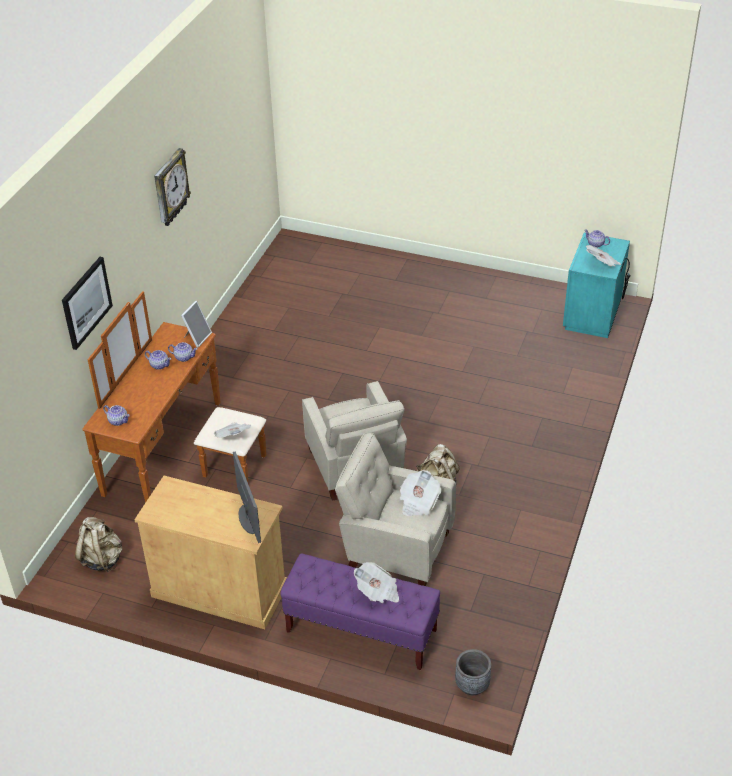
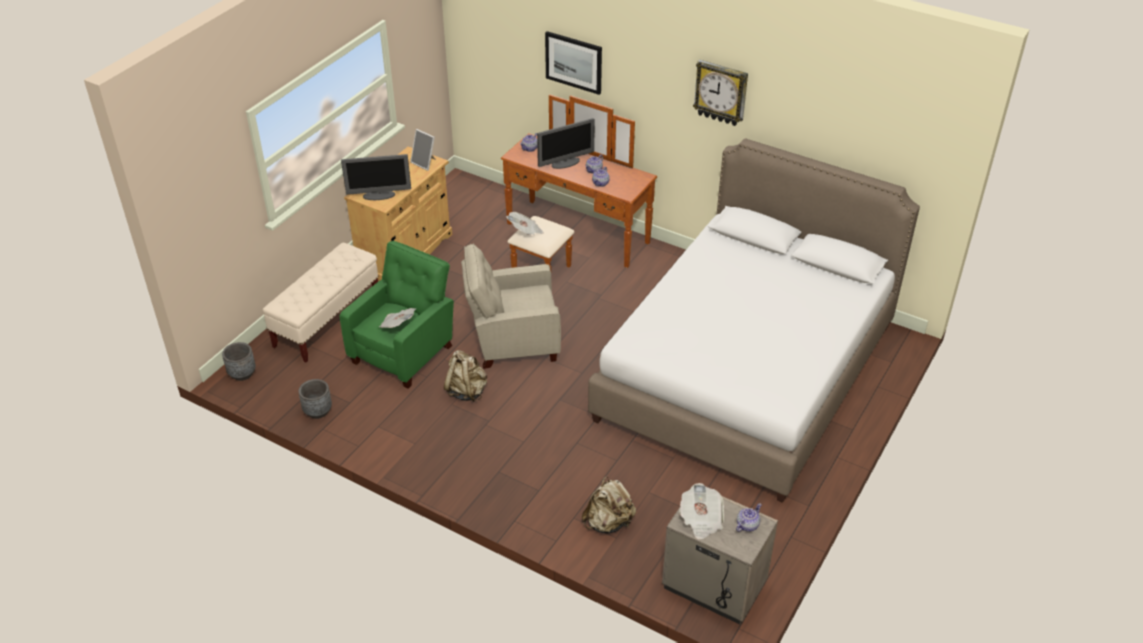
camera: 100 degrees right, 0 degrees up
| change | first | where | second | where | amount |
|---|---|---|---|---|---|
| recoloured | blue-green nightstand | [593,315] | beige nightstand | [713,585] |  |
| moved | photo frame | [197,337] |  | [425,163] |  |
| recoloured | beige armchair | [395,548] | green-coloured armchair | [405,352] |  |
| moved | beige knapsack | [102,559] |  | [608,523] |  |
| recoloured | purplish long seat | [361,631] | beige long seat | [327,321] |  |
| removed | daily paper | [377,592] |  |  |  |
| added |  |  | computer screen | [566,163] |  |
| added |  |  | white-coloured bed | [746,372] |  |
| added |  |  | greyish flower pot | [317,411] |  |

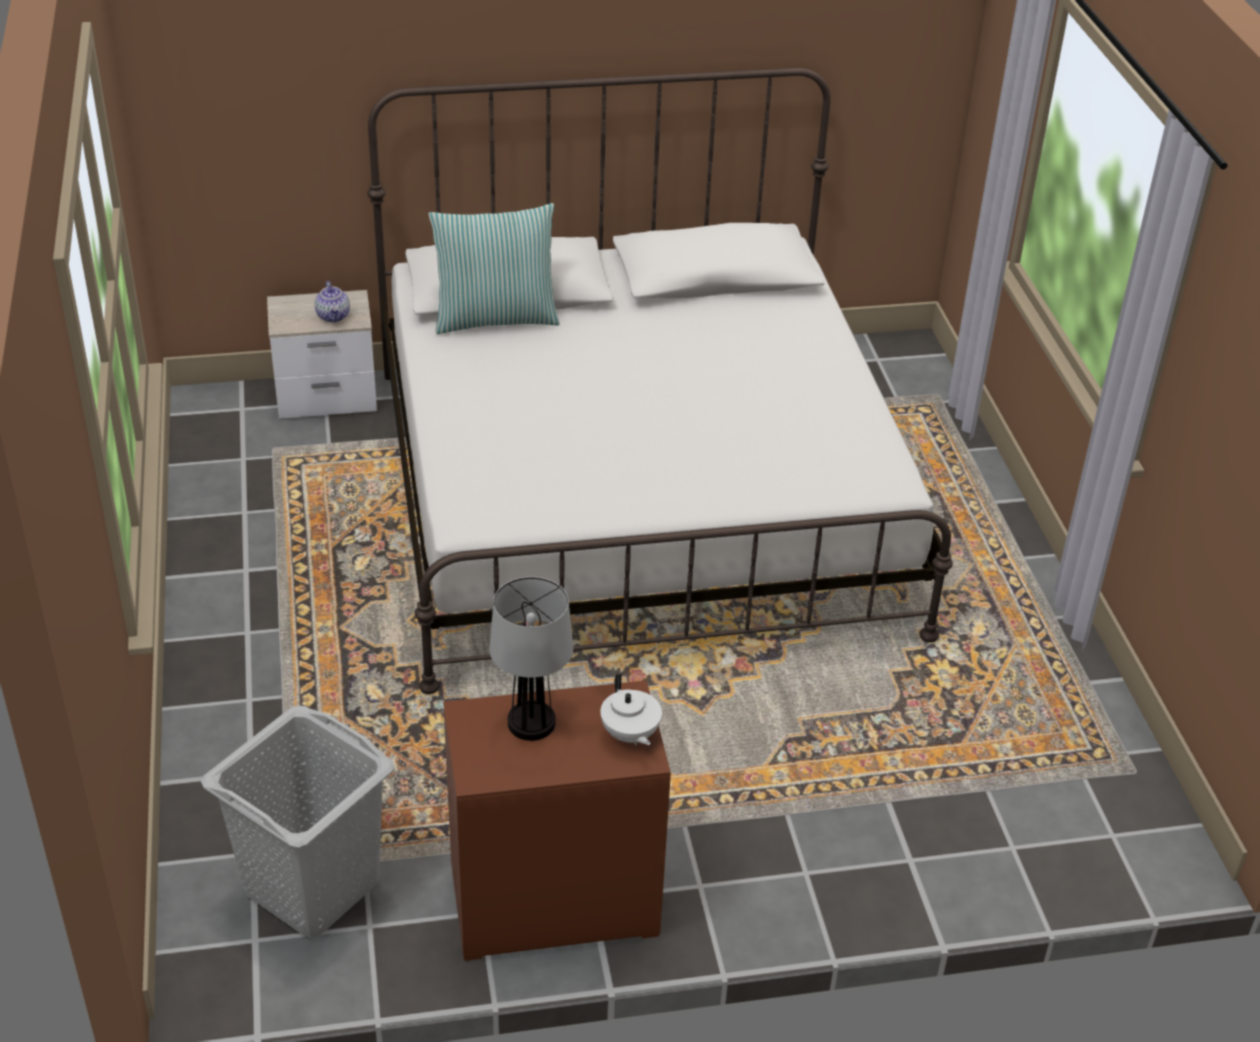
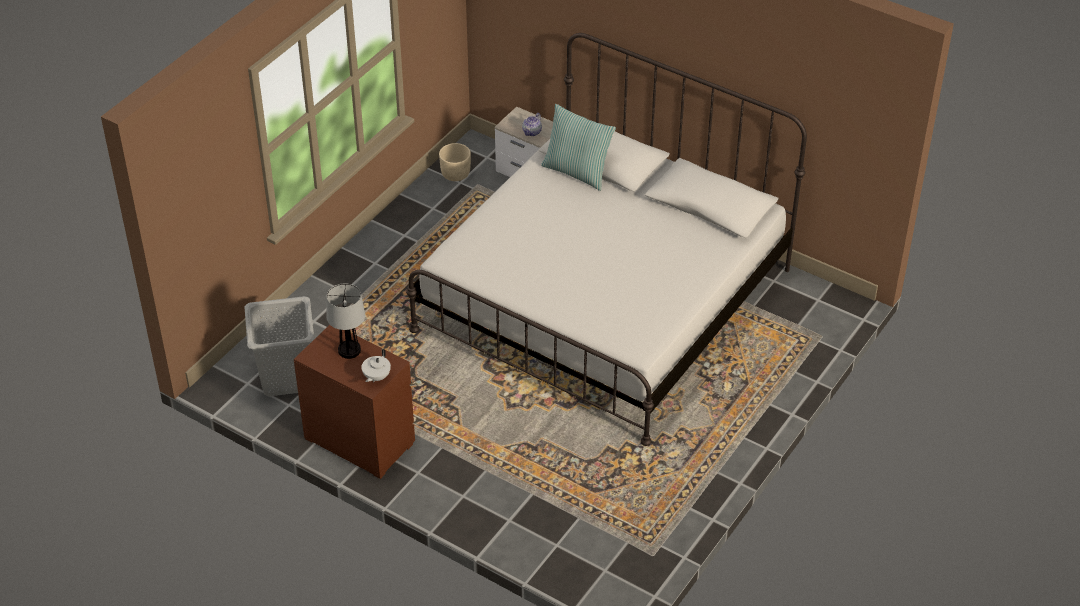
camera: 45 degrees right, 5 degrees up
| change | first | where | second | where | amount |
|---|---|---|---|---|---|
| added |  |  | beige flower pot | [455,174] |  |

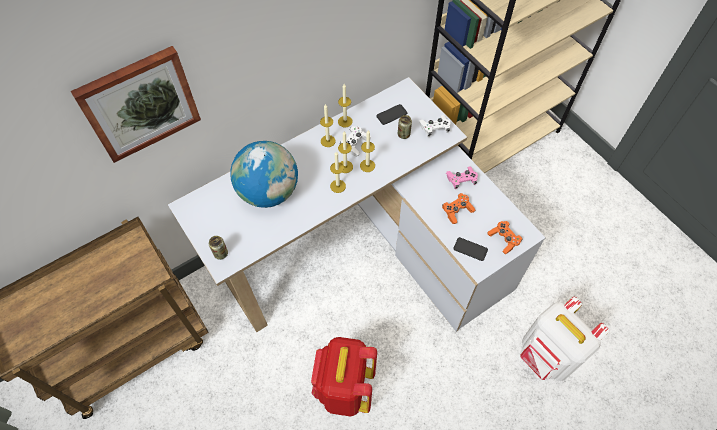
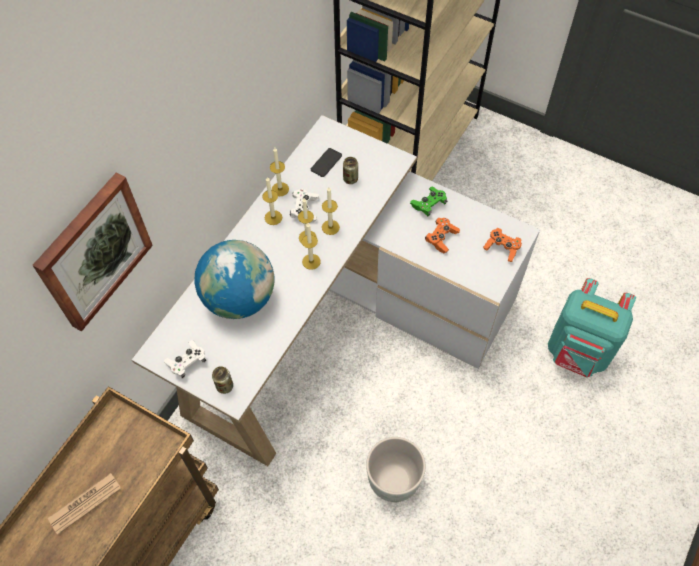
camera: 25 degrees left, 0 degrees up
| change | first | where | second | where | amount |
|---|---|---|---|---|---|
| moved | white-coloured gamepad | [434,129] |  | [187,362] |  |
| recoloured | pinkish gamepad | [461,180] | green-coloured gamepad | [429,204] |  |
| removed | telephone | [470,249] |  |  |  |
| recoloured | white-coloured knapsack | [547,356] | blue-green knapsack | [578,353] |  |
| replaced | reddish knapsack | [344,388] | greyish flower pot | [394,481] |  |
| added |  |  | daily paper | [85,503] |  |

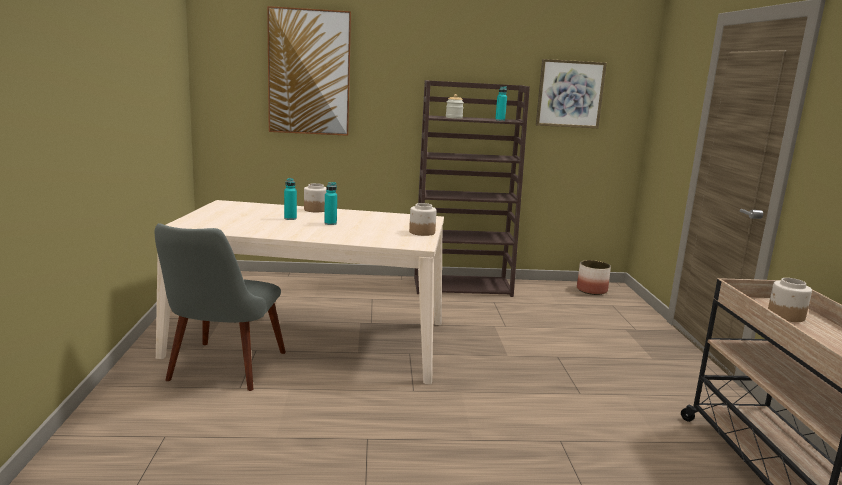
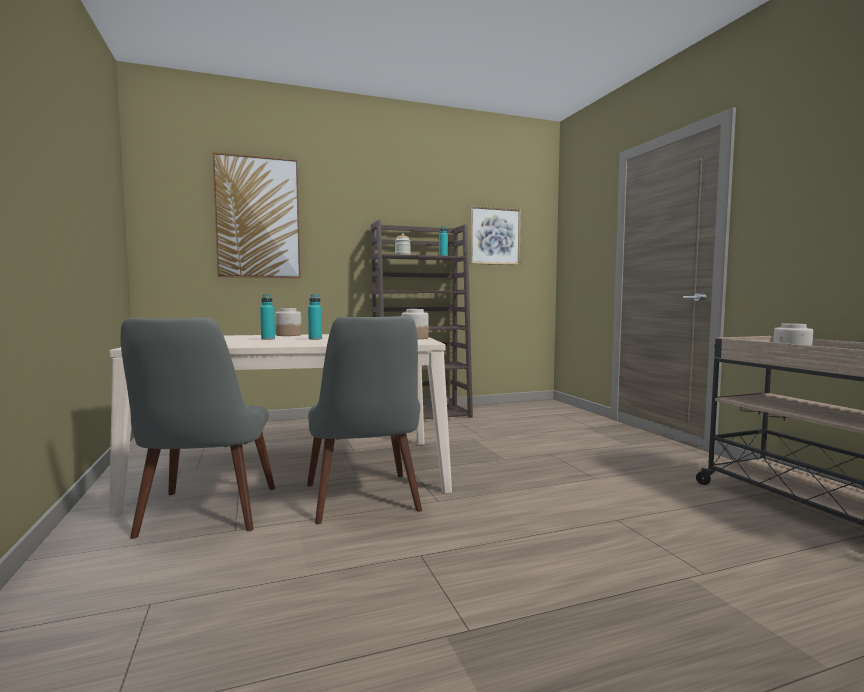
camera: 15 degrees left, 10 degrees down
| change | first | where | second | where | amount |
|---|---|---|---|---|---|
| removed | flower pot | [591,290] |  |  |  |
| added |  |  | greyish plain chair | [365,503] |  |

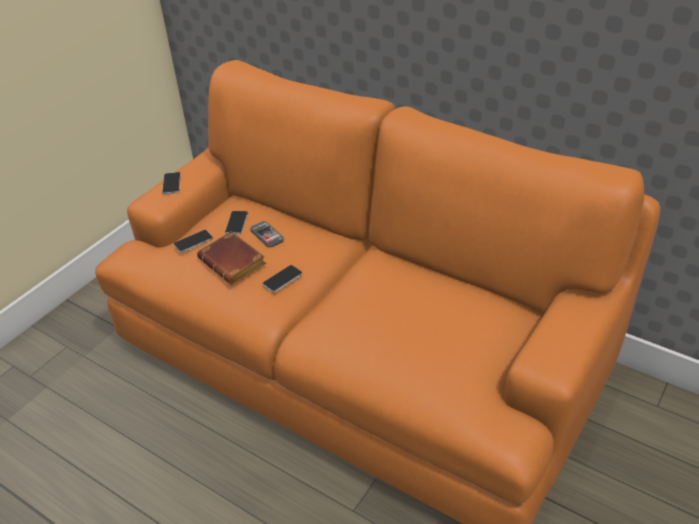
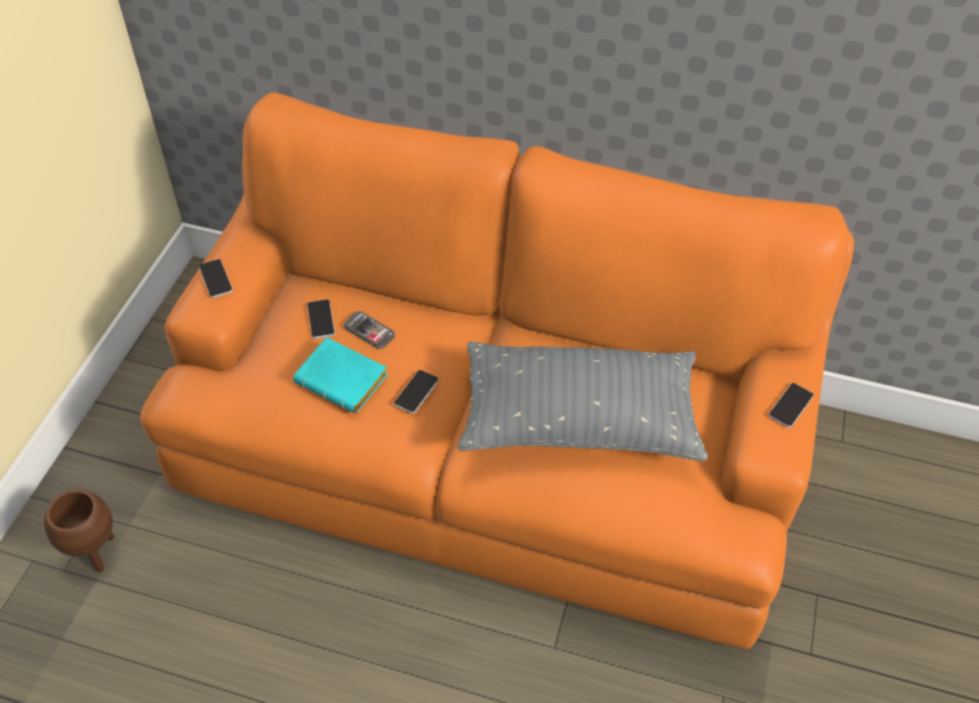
camera: 20 degrees left, 10 degrees up
| change | first | where | second | where | amount |
|---|---|---|---|---|---|
| moved | telephone | [193,241] |  | [790,406] |  |
| recoloured | brownish book | [235,263] | blue-green book | [345,380] |  |
| added |  |  | greyish cushion | [579,420] |  |
| added |  |  | brownish flower pot | [95,552] |  |

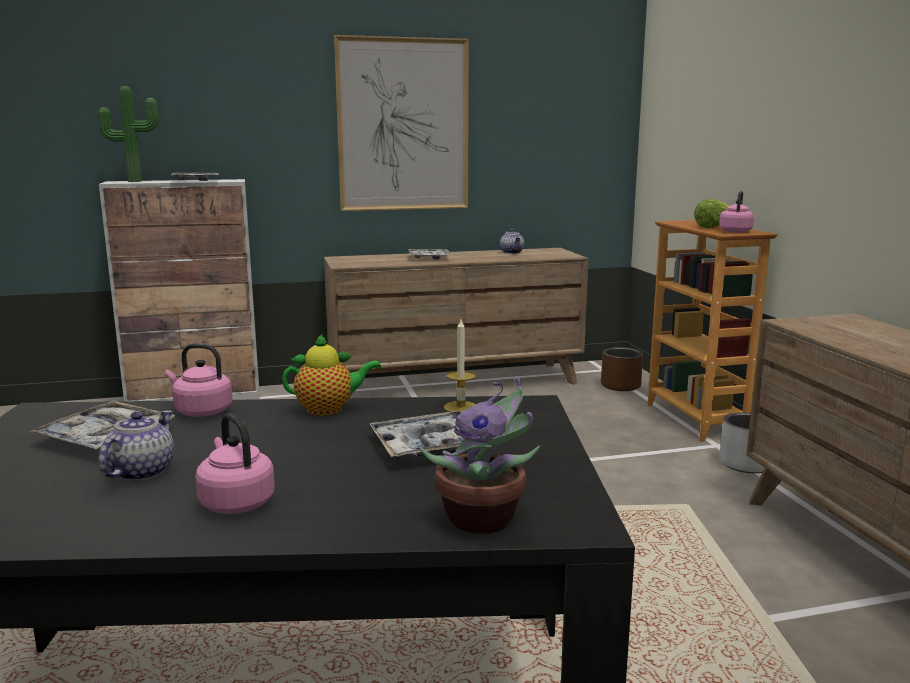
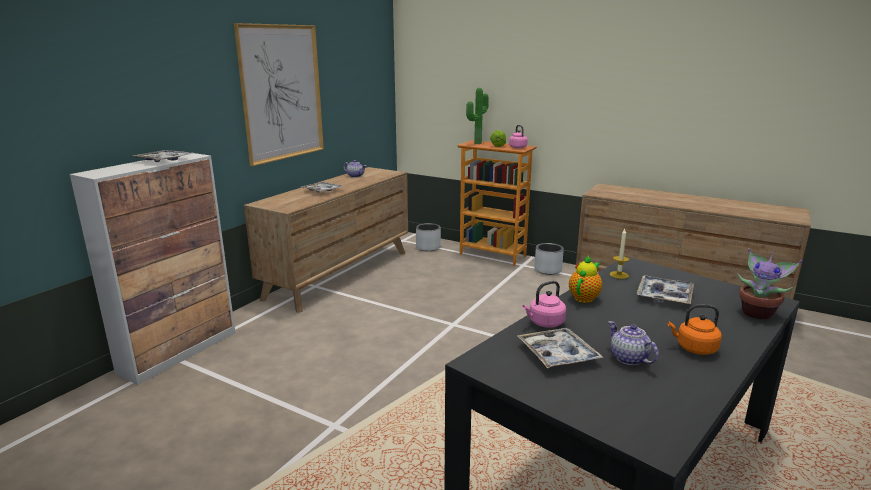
camera: 45 degrees left, 5 degrees up
| change | first | where | second | where | amount |
|---|---|---|---|---|---|
| moved | potted plant | [135,181] |  | [476,143] |  |
| recoloured | brownish flower pot | [620,386] | greyish flower pot | [428,247] |  |
| recoloured | pinkish water kettle | [235,502] | orange water kettle | [694,348] |  |

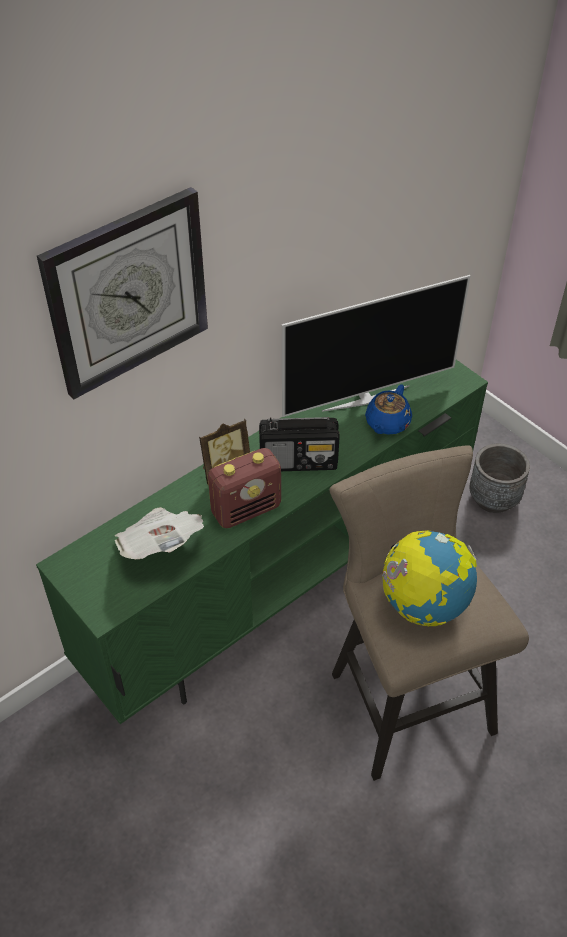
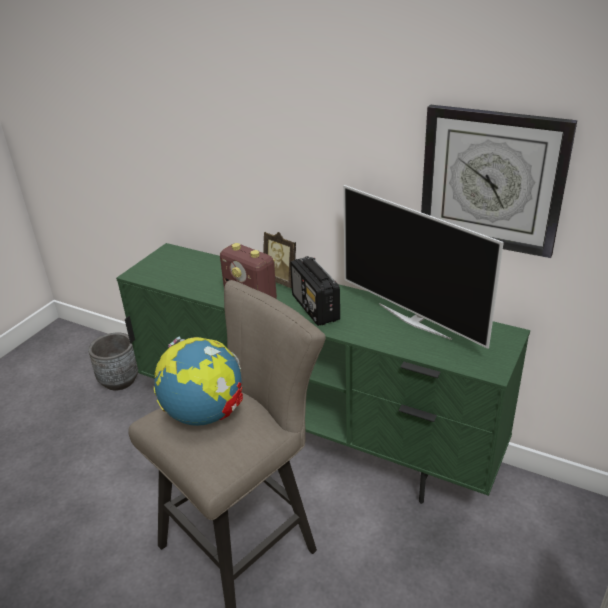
camera: 70 degrees right, 15 degrees down
| change | first | where | second | where | amount |
|---|---|---|---|---|---|
| moved | wall clock | [127,293] |  | [492,180] |  |
| removed | bluish pot for tea | [387,423] |  |  |  |
| moved | greyish flower pot | [493,499] |  | [120,380] |  |
| removed | daily paper | [160,546] |  |  |  |

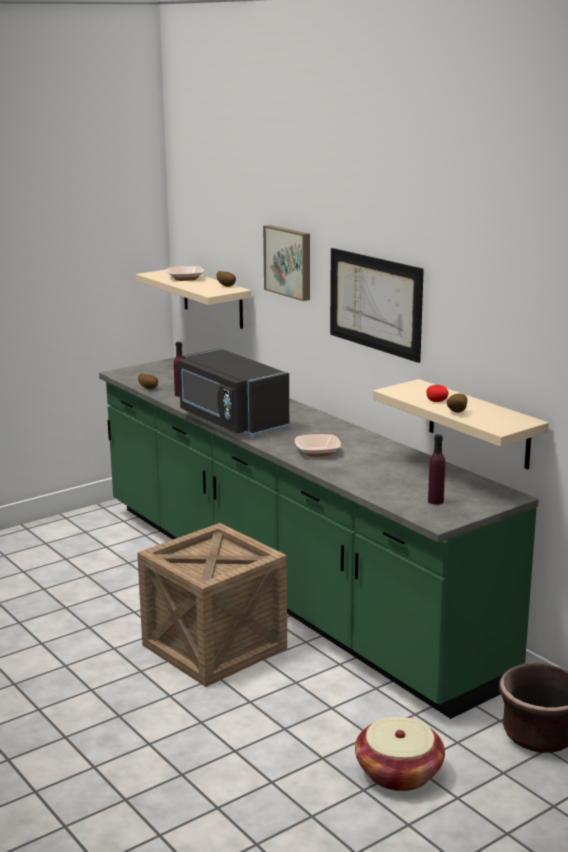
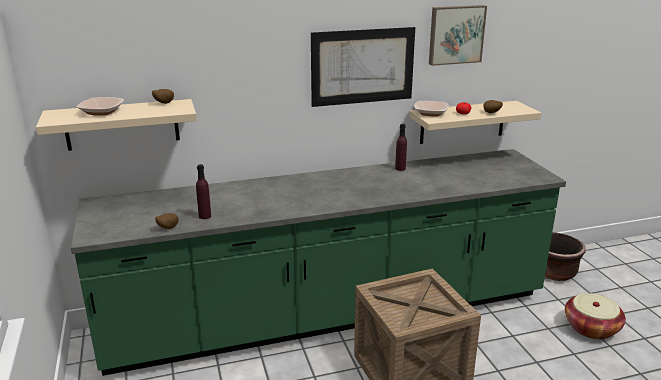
camera: 70 degrees left, 5 degrees up
| change | first | where | second | where | amount |
|---|---|---|---|---|---|
| moved | wall art | [289,262] |  | [455,34] |  |
| removed | black-coloured microwave oven | [230,421] |  |  |  |
| moved | deep dish | [317,452] |  | [430,113] |  |
| moved | purplish beverage bottle | [435,501] |  | [400,168] |  |

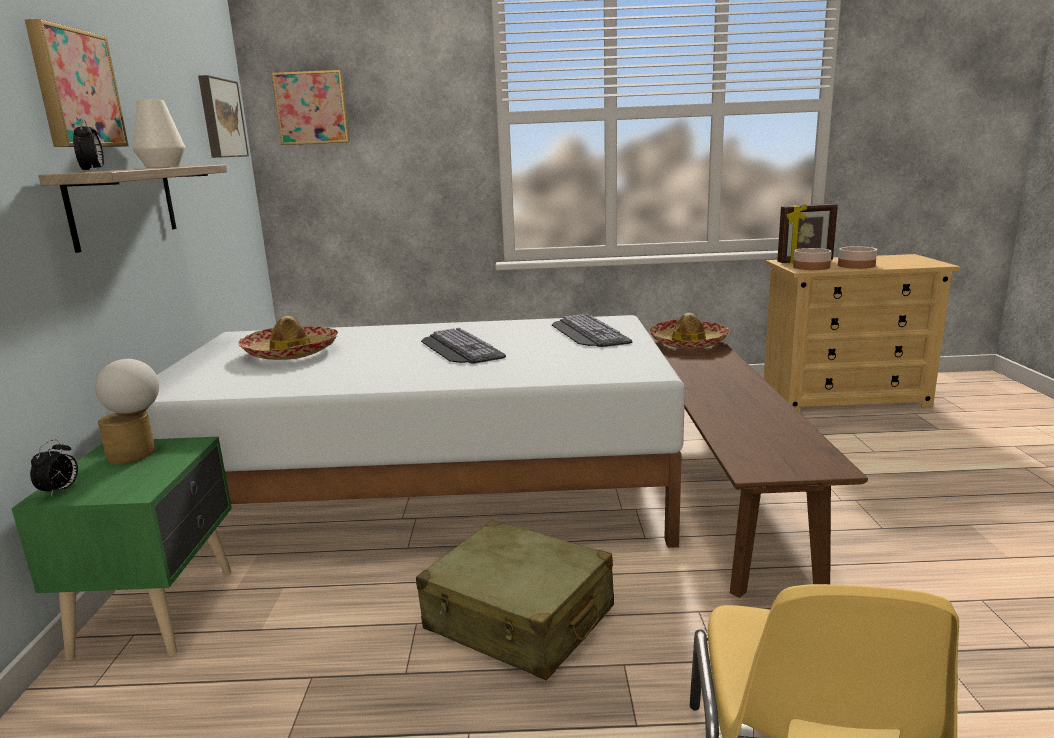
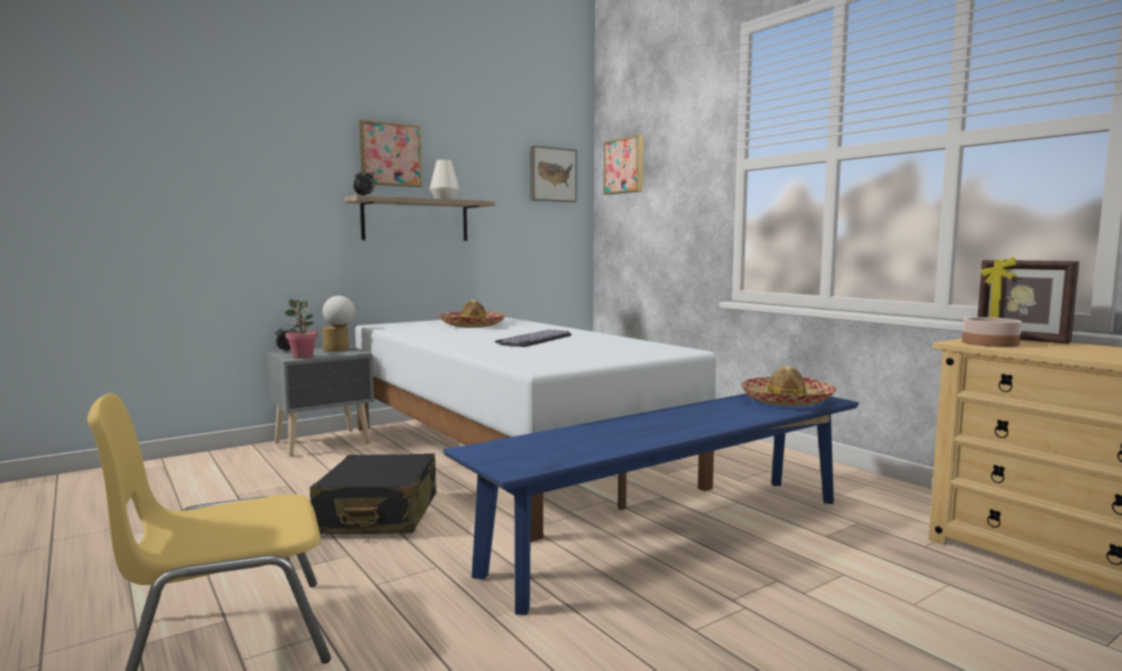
camera: 55 degrees right, 10 degrees down
| change | first | where | second | where | amount |
|---|---|---|---|---|---|
| removed | deep dish | [856,265] |  |  |  |
| removed | PC keyboard | [586,332] |  |  |  |
| recoloured | brownish long seat | [715,482] | bluish long seat | [675,534] |  |
| recoloured | green-coloured nightstand | [160,611] | greyish nightstand | [324,443] |  |
| recoloured | beige travel case | [519,619] | black-coloured travel case | [378,515] |  |
| added |  |  | potted plant | [303,357] |  |

